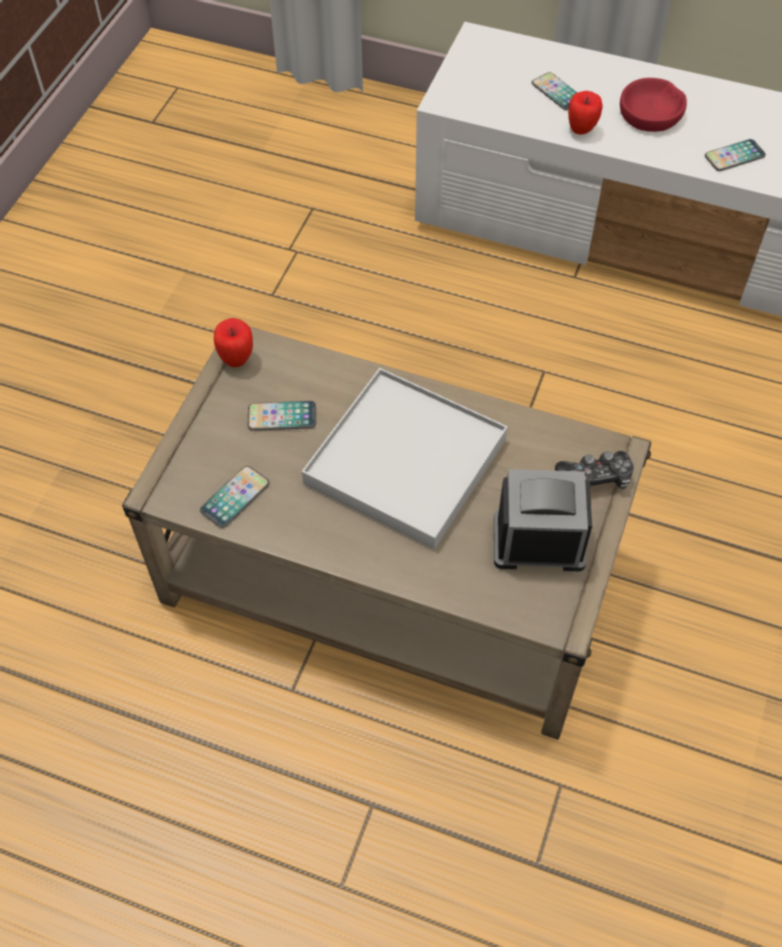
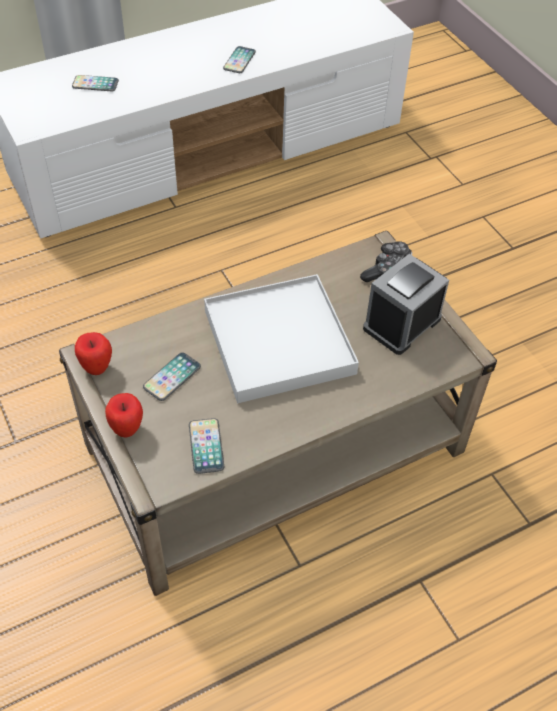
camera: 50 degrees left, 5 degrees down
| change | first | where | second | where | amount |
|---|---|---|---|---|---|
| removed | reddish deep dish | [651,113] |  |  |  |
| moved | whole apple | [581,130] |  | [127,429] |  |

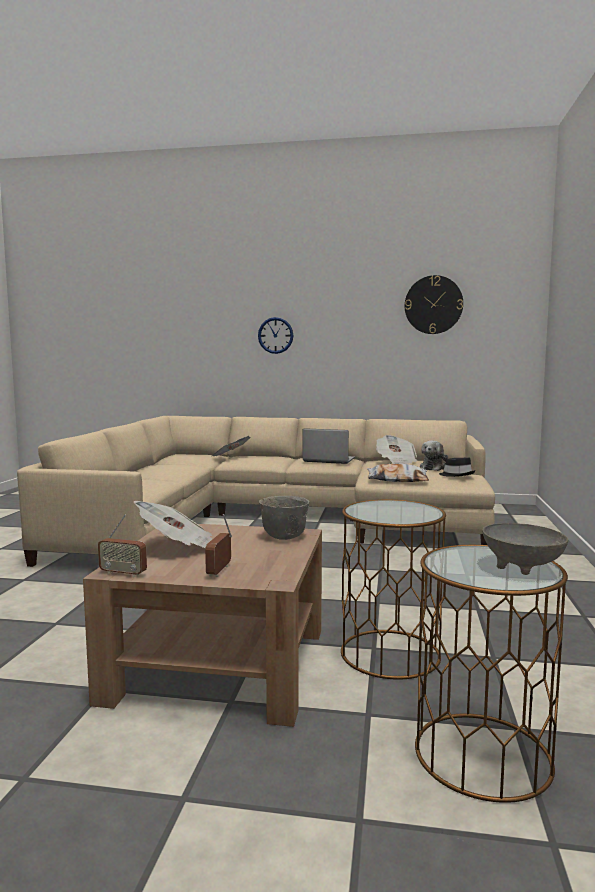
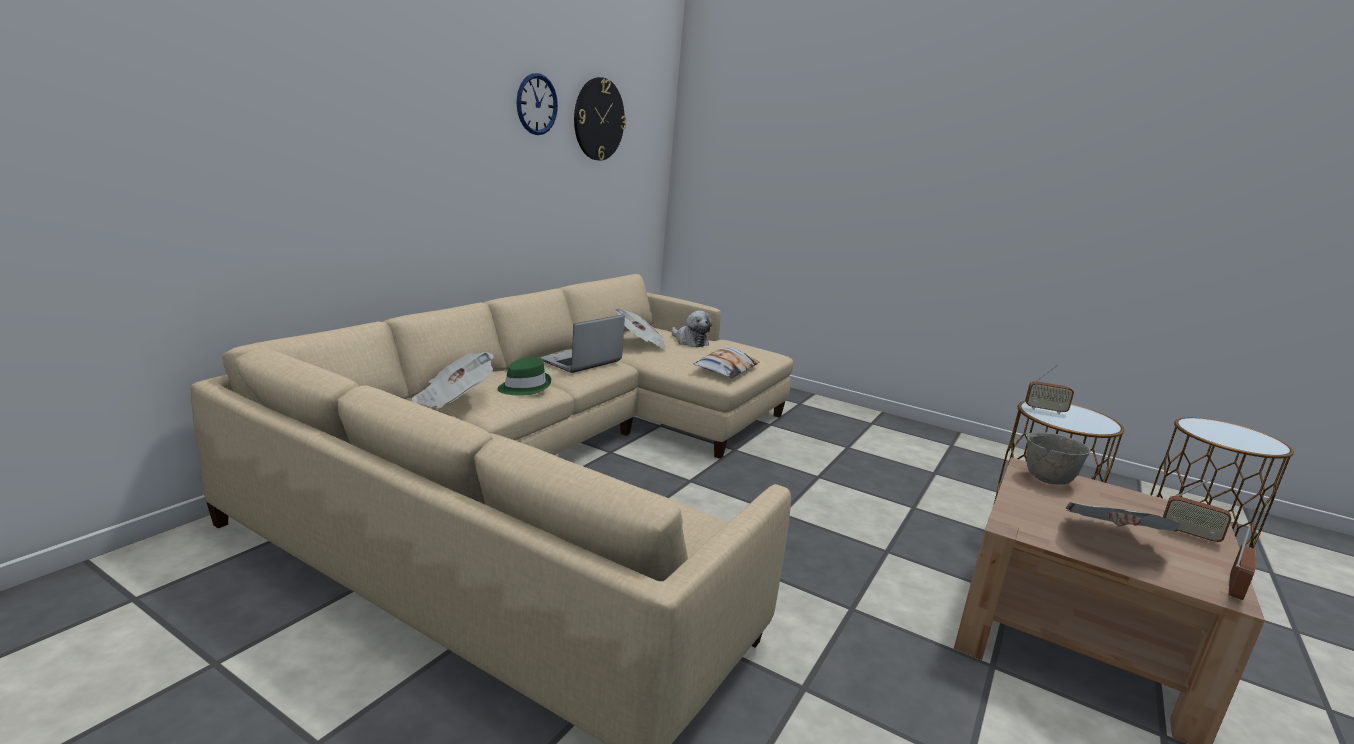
camera: 70 degrees left, 10 degrees up
| change | first | where | second | where | amount |
|---|---|---|---|---|---|
| moved | wall clock | [275,335] |  | [536,104] |  |
| removed | black-coloured clothing hat | [457,475] |  |  |  |
| removed | greyish deep dish | [523,568] |  |  |  |
| added |  |  | green-coloured clothing hat | [524,387] |  |
| added |  |  | radio set | [1045,410] |  |

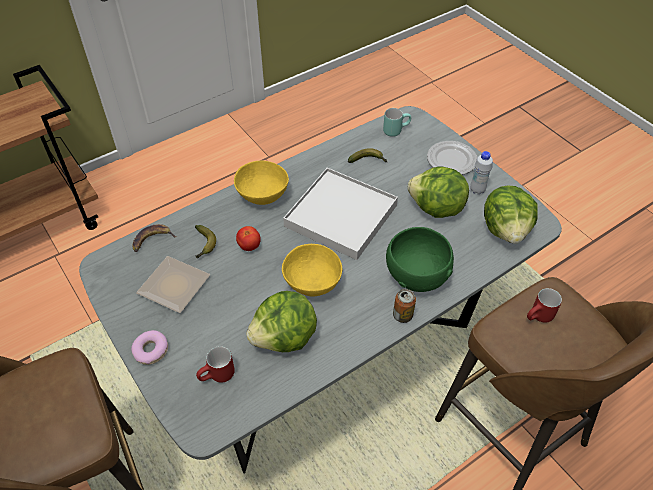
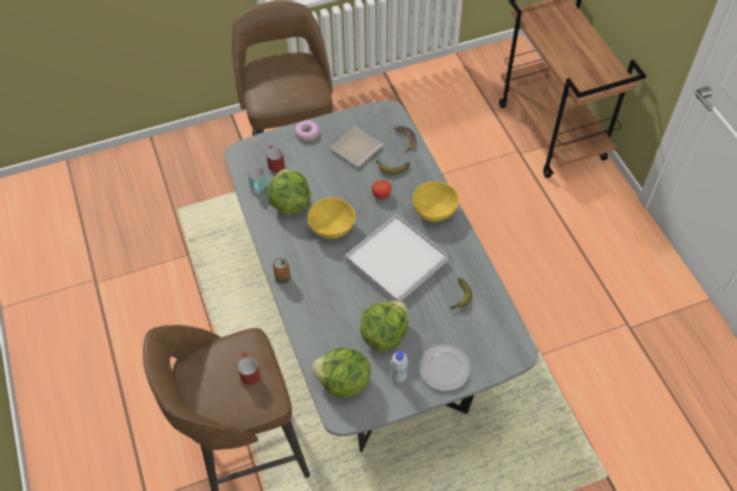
camera: 105 degrees right, 5 degrees up
| change | first | where | second | where | amount |
|---|---|---|---|---|---|
| moved | blue-green coffee mug | [395,130] |  | [259,189] |  |
| removed | green-coloured deep dish | [416,275] |  |  |  |

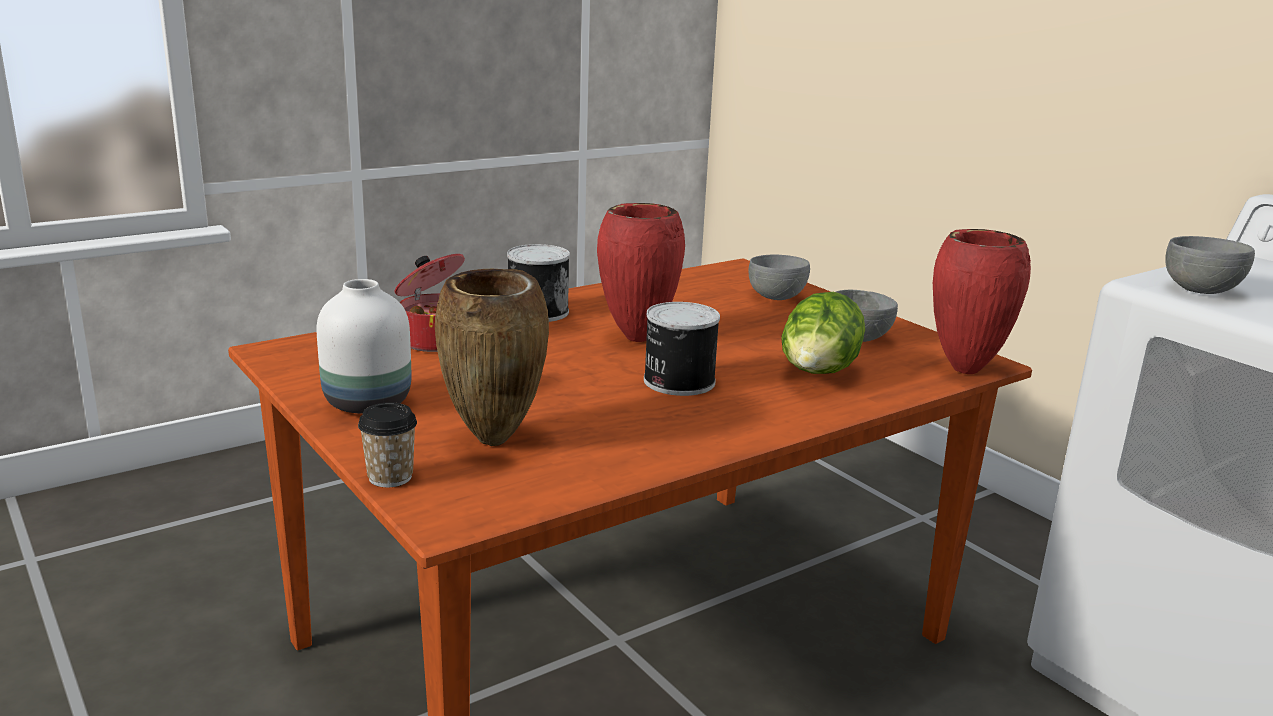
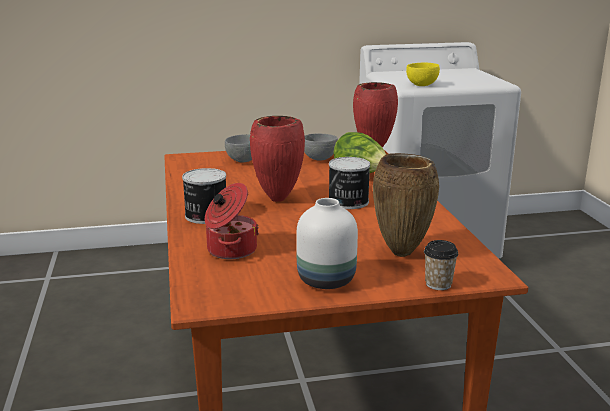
camera: 65 degrees left, 0 degrees up
| change | first | where | second | where | amount |
|---|---|---|---|---|---|
| recoloured | greyish deep dish | [1201,291] | yellow deep dish | [422,85] |  |

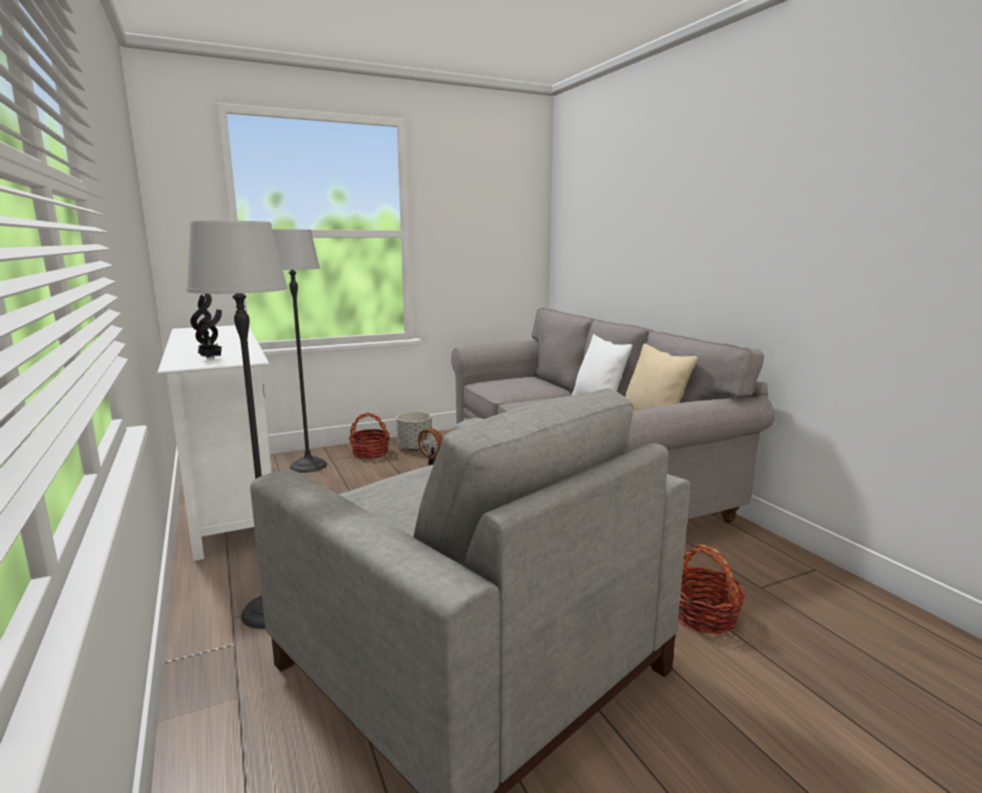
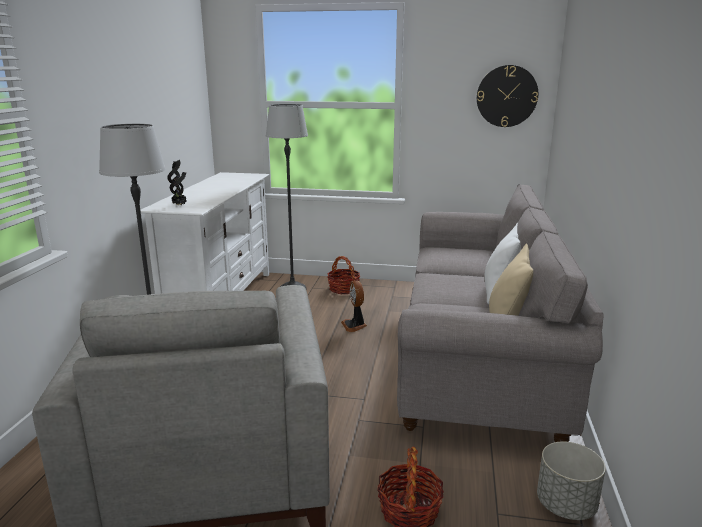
camera: 35 degrees right, 5 degrees up
| change | first | where | second | where | amount |
|---|---|---|---|---|---|
| moved | greyish flower pot | [415,448] |  | [566,505] |  |
| added |  |  | wall clock | [507,96] |  |

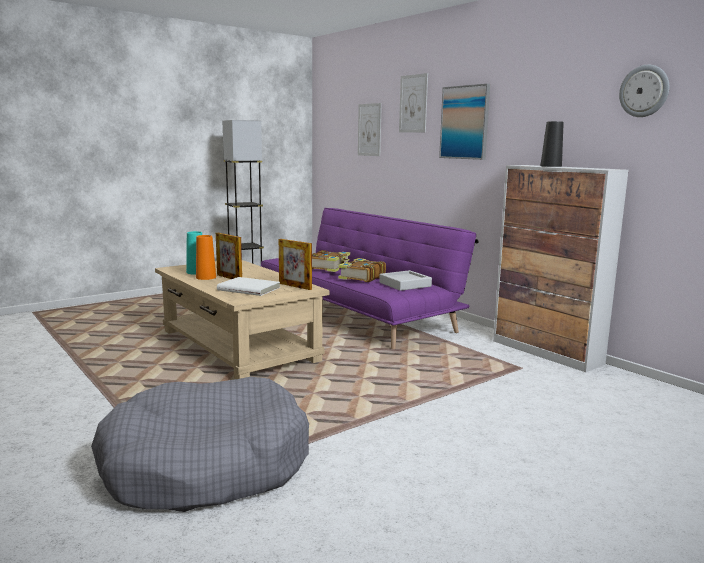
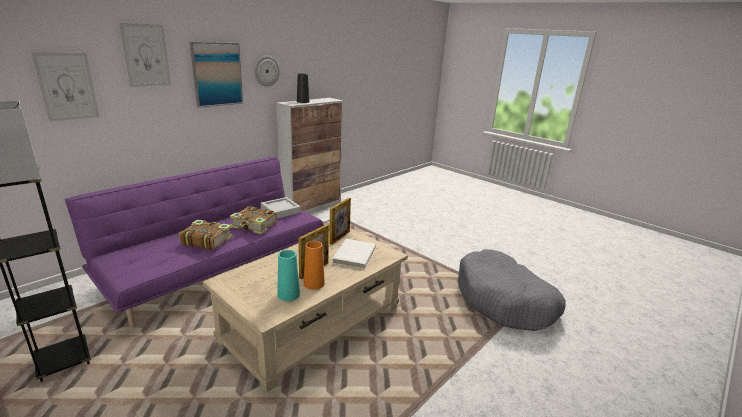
camera: 100 degrees left, 10 degrees up
| change | first | where | second | where | amount |
|---|---|---|---|---|---|
| moved | wall clock | [644,91] |  | [266,71] |  |

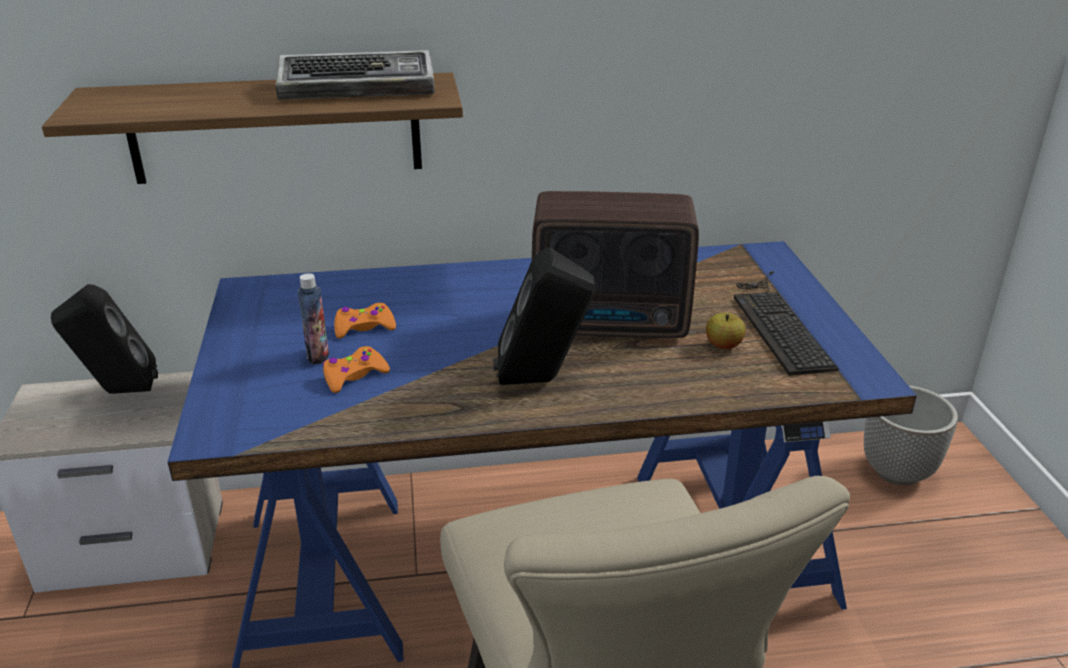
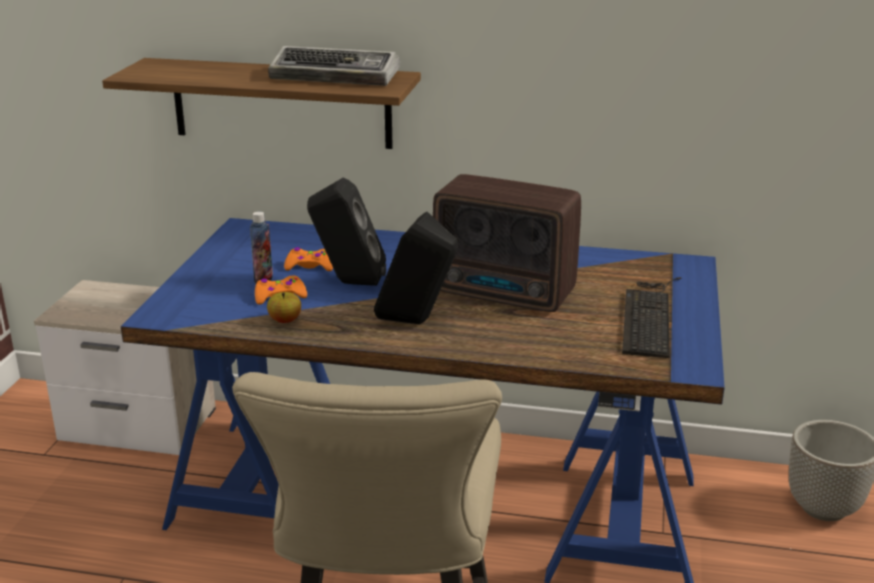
camera: 20 degrees right, 5 degrees down
| change | first | where | second | where | amount |
|---|---|---|---|---|---|
| moved | black-coloured speaker | [118,392] |  | [348,283] |  |
| moved | whole apple | [723,345] |  | [285,320] |  |

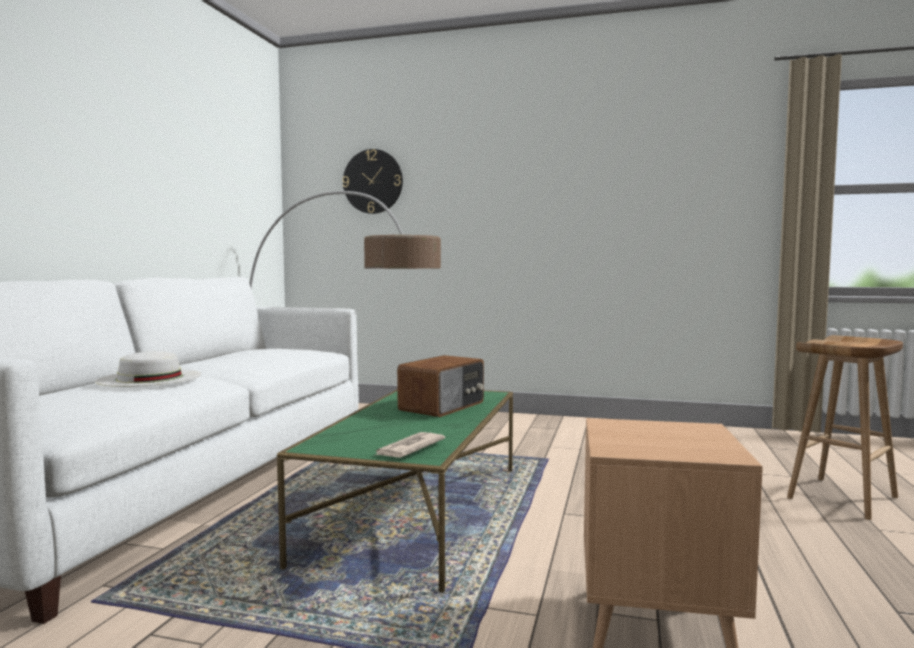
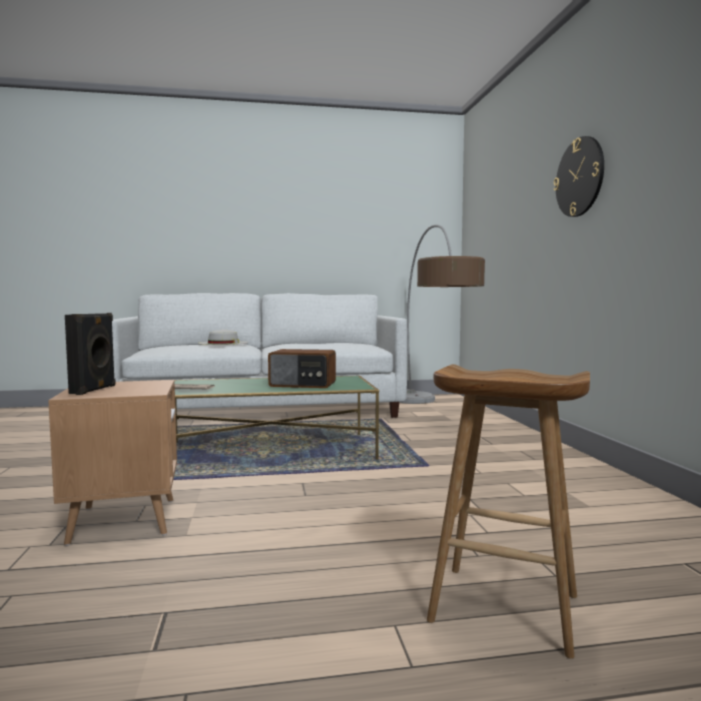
camera: 65 degrees right, 0 degrees up
| change | first | where | second | where | amount |
|---|---|---|---|---|---|
| moved | wall clock | [373,181] |  | [579,177] |  |
| added |  |  | black-coloured speaker | [94,390] |  |

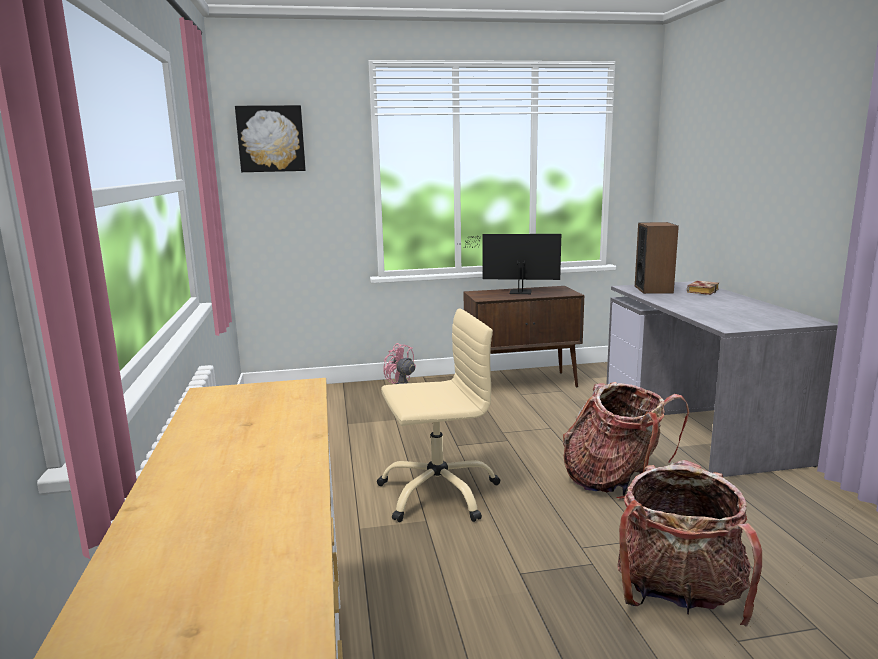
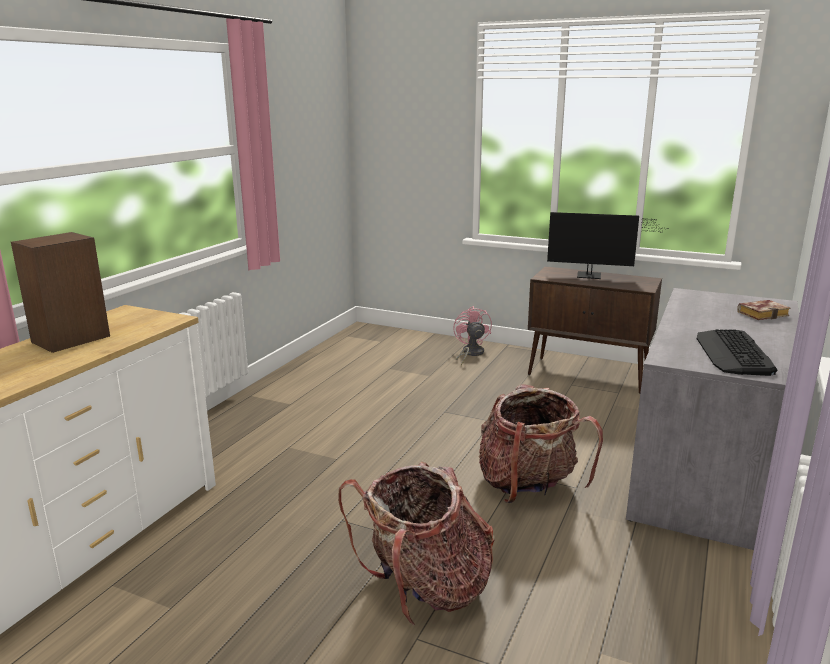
camera: 35 degrees right, 5 degrees up
| change | first | where | second | where | amount |
|---|---|---|---|---|---|
| removed | wall art | [271,139] |  |  |  |
| moved | speaker | [653,289] |  | [71,339] |  |
| turned | computer screen | [516,291] |  | [593,276] | 150 degrees clockwise |
| removed | beige office chair | [438,492] |  |  |  |
| added |  |  | PC keyboard | [733,353] |  |

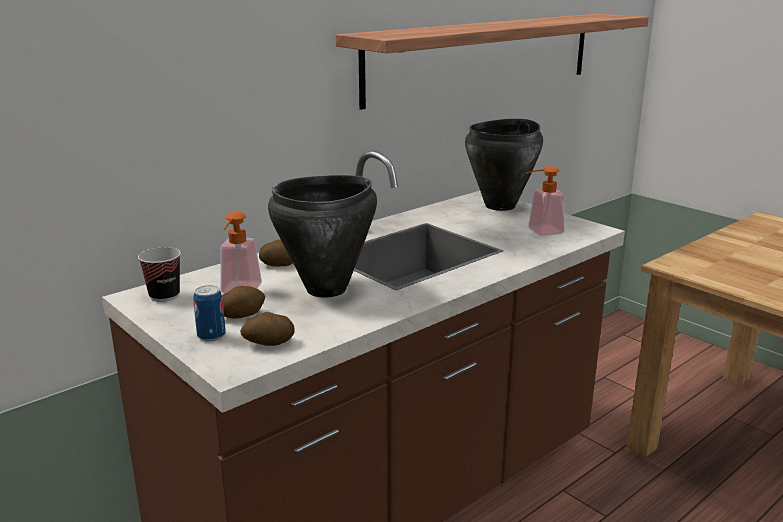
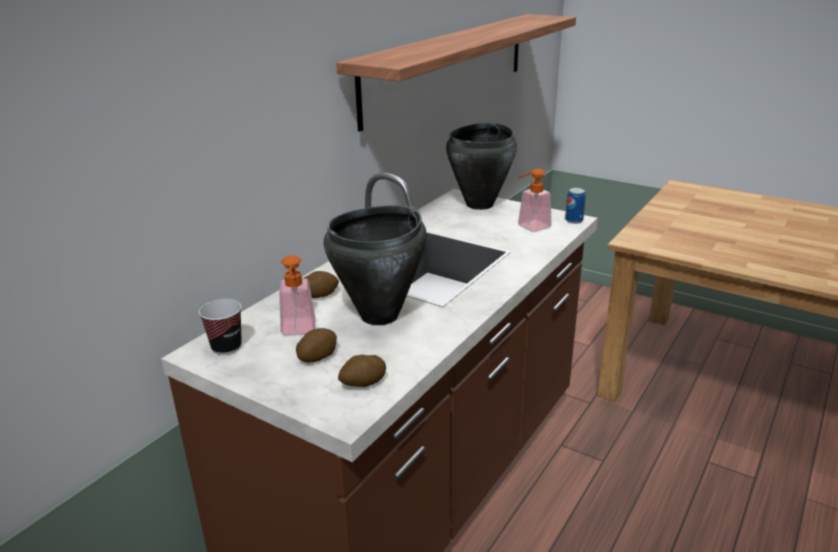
camera: 15 degrees left, 5 degrees up
| change | first | where | second | where | amount |
|---|---|---|---|---|---|
| moved | can | [211,336] |  | [574,220] |  |

